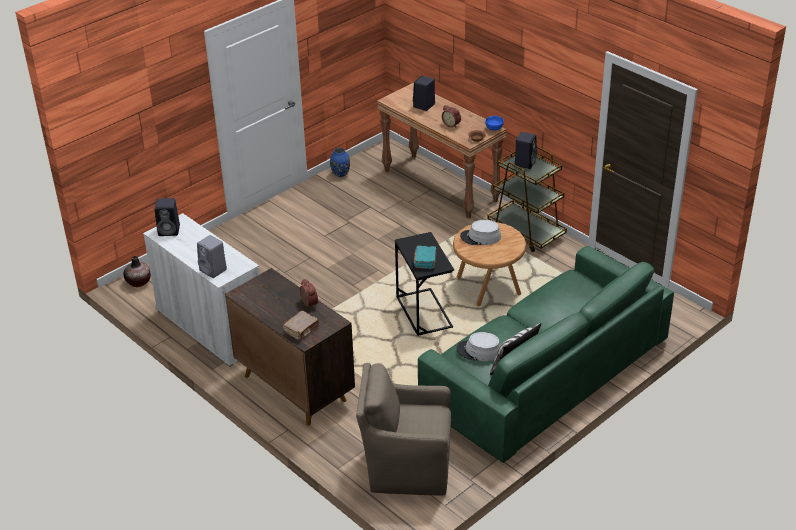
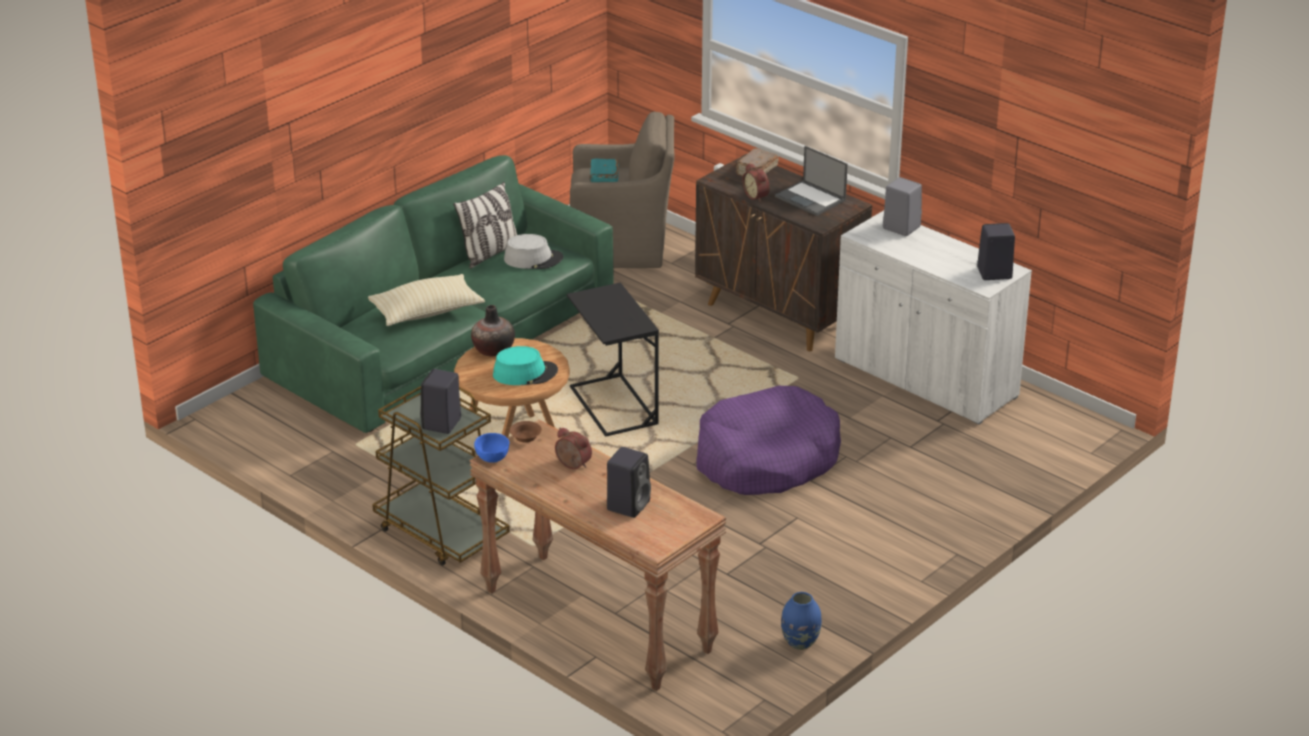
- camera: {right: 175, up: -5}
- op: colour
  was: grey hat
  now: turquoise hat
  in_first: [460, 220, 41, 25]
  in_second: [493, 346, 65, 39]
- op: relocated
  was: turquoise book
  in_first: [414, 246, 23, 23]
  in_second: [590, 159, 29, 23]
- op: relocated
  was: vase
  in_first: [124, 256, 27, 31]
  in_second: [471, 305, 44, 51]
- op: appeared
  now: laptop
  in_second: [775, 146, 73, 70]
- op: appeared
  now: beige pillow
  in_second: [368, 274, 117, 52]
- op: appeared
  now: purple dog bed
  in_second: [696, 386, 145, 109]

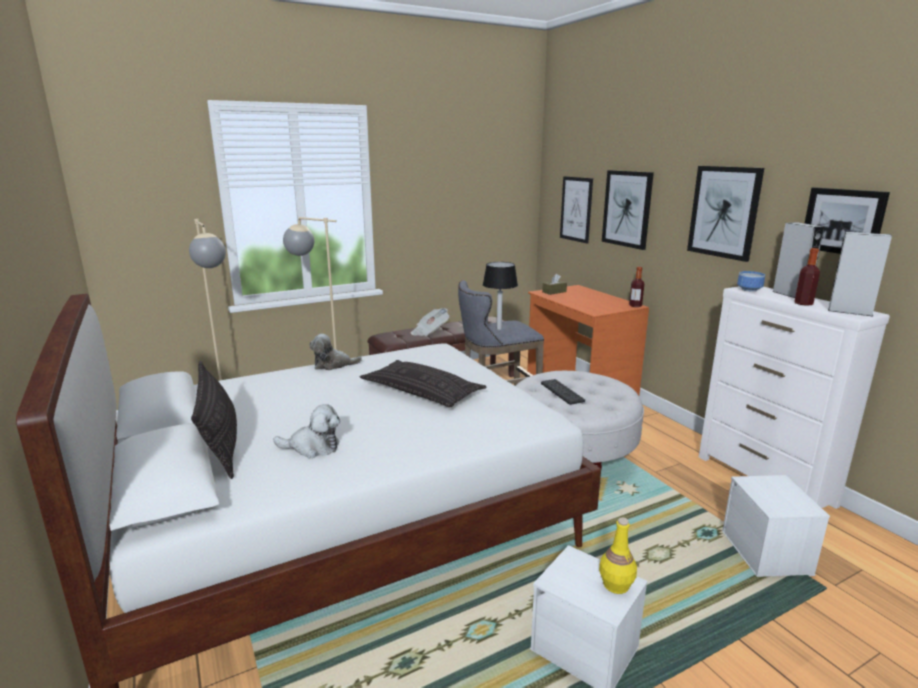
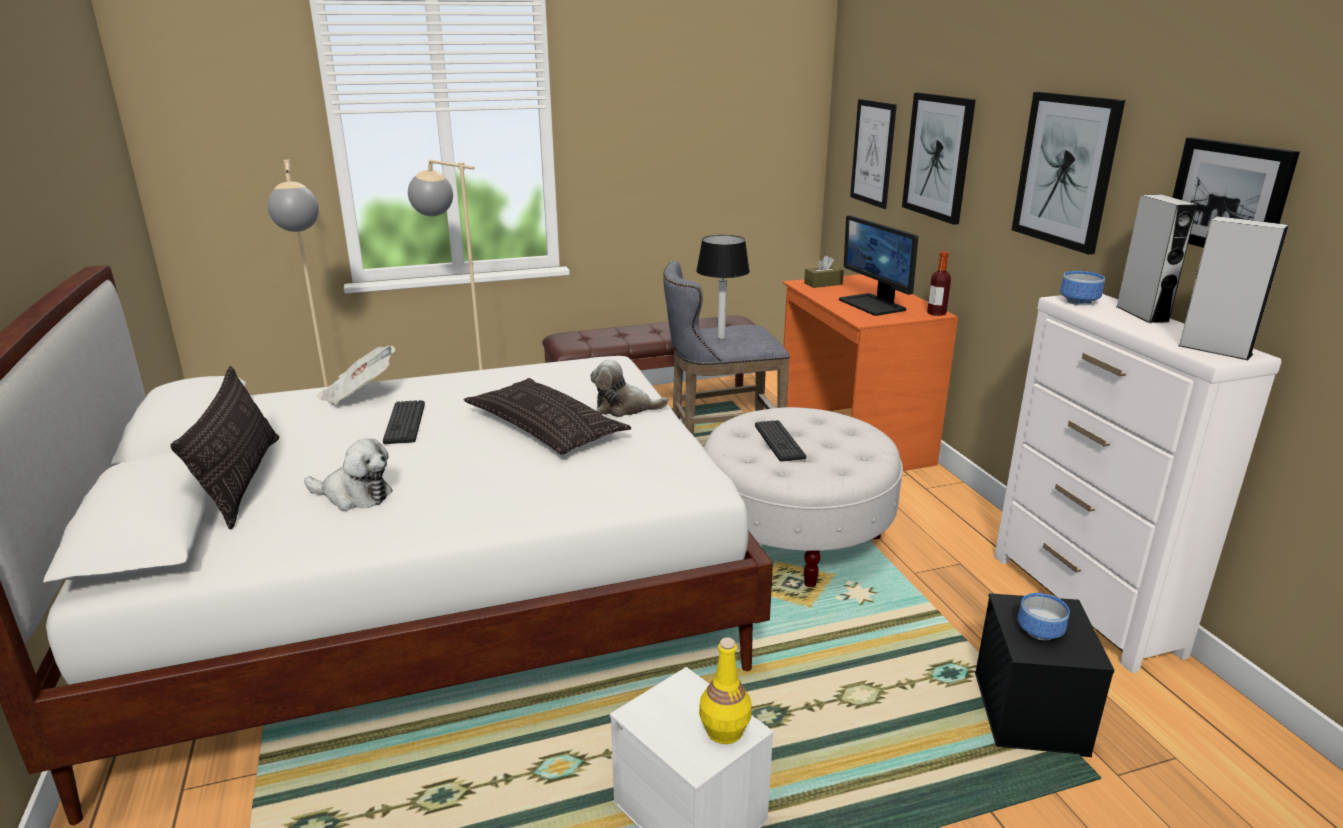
- camera: {right: 10, up: 5}
- op: missing
  was: bottle
  in_first: [794, 248, 26, 58]
- op: relocated
  was: newspaper
  in_first: [411, 308, 38, 28]
  in_second: [317, 346, 79, 59]
- op: relocated
  was: plush toy
  in_first: [310, 334, 52, 36]
  in_second: [591, 359, 78, 58]
- op: colour
  was: white storage box
  now: black storage box
  in_first: [722, 475, 108, 102]
  in_second: [975, 593, 139, 164]
- op: appeared
  now: monitor
  in_second: [839, 215, 79, 101]
- op: appeared
  now: keyboard
  in_second: [383, 400, 42, 44]
- op: appeared
  now: bowl
  in_second: [1018, 593, 52, 48]

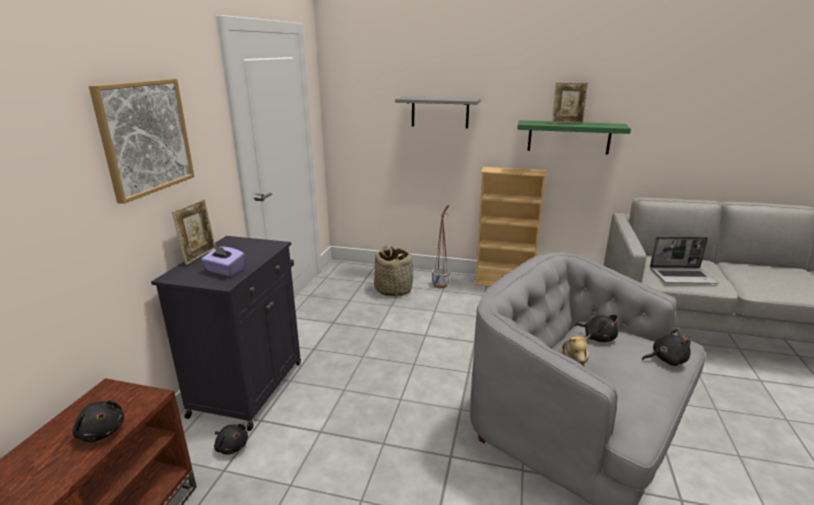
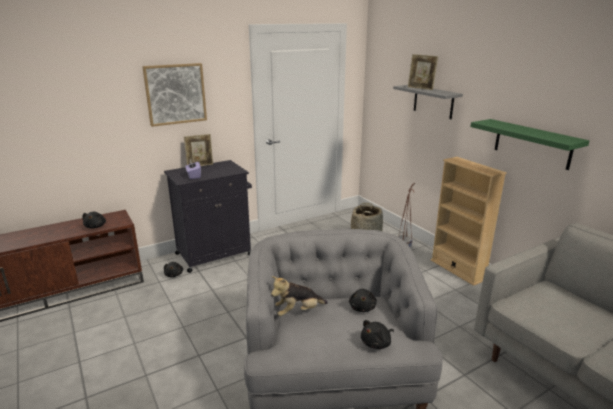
- camera: {right: 45, up: 0}
- op: relocated
  was: picture frame
  in_first: [552, 82, 36, 41]
  in_second: [408, 54, 30, 36]
- op: missing
  was: laptop
  in_first: [650, 236, 69, 48]
- op: spun
  was: black plush toy
  in_first: [642, 329, 49, 37]
  in_second: [361, 320, 33, 29]
  clockwise: 105

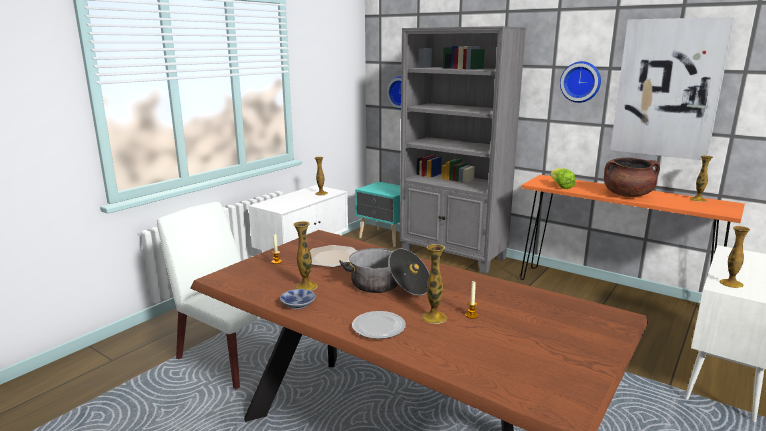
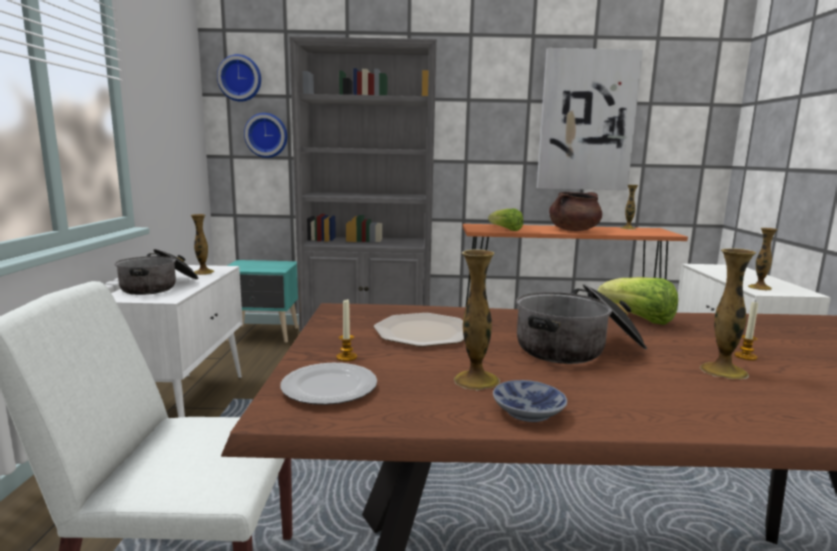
- camera: {right: -35, up: -5}
- op: relocated
  was: wall clock
  in_first: [560, 61, 41, 42]
  in_second: [217, 54, 44, 48]
- op: relocated
  was: plate
  in_first: [352, 311, 54, 28]
  in_second: [280, 363, 97, 42]
- op: appeared
  now: cooking pot
  in_second: [115, 249, 83, 46]
- op: appeared
  now: lettuce
  in_second: [597, 277, 81, 48]

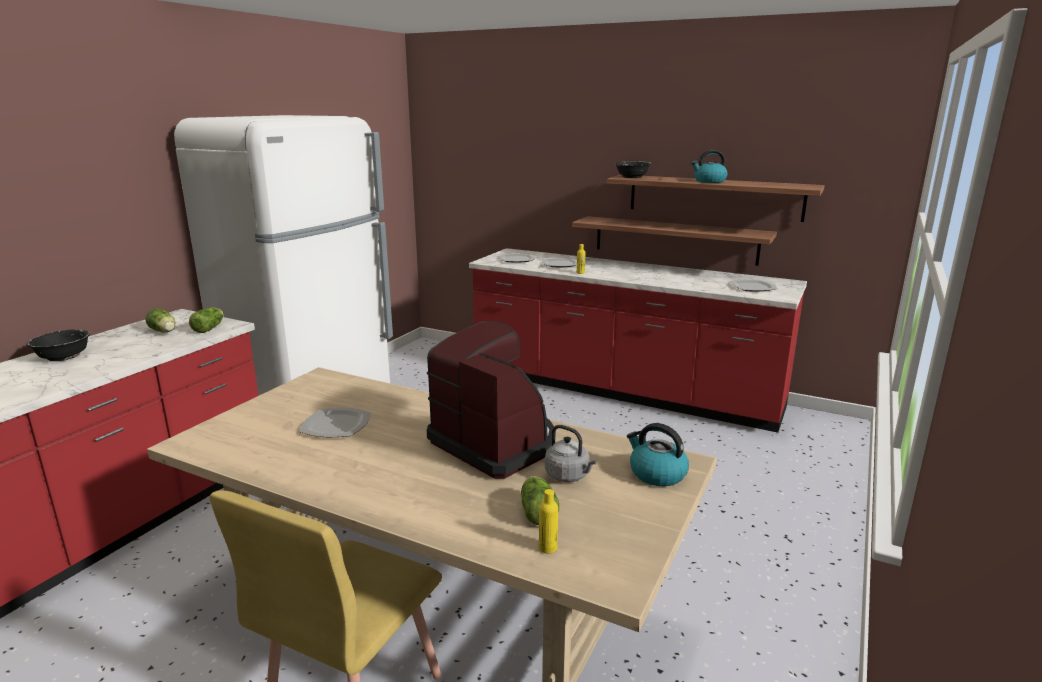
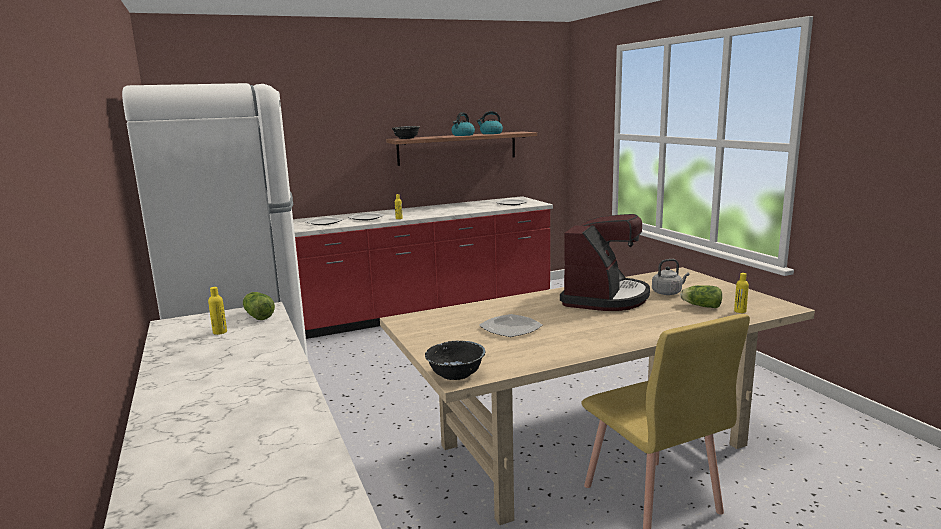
- camera: {right: -50, up: -5}
- op: missing
  was: shelf
  in_first: [572, 216, 205, 50]
- op: exchanged
  was: lettuce
  now: yellow bottle
  in_first: [145, 308, 30, 24]
  in_second: [208, 287, 19, 48]
- op: spun
  was: coffee machine
  in_first: [427, 321, 129, 158]
  in_second: [560, 214, 90, 97]
  clockwise: 120
- op: relocated
  was: black bowl
  in_first: [27, 329, 63, 32]
  in_second: [425, 340, 61, 40]
- op: relocated
  was: kettle
  in_first: [627, 423, 62, 63]
  in_second: [477, 111, 26, 23]

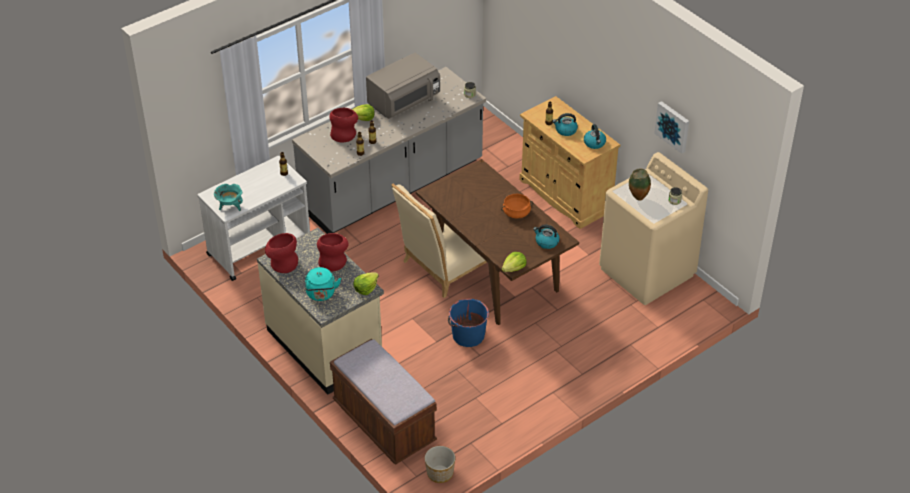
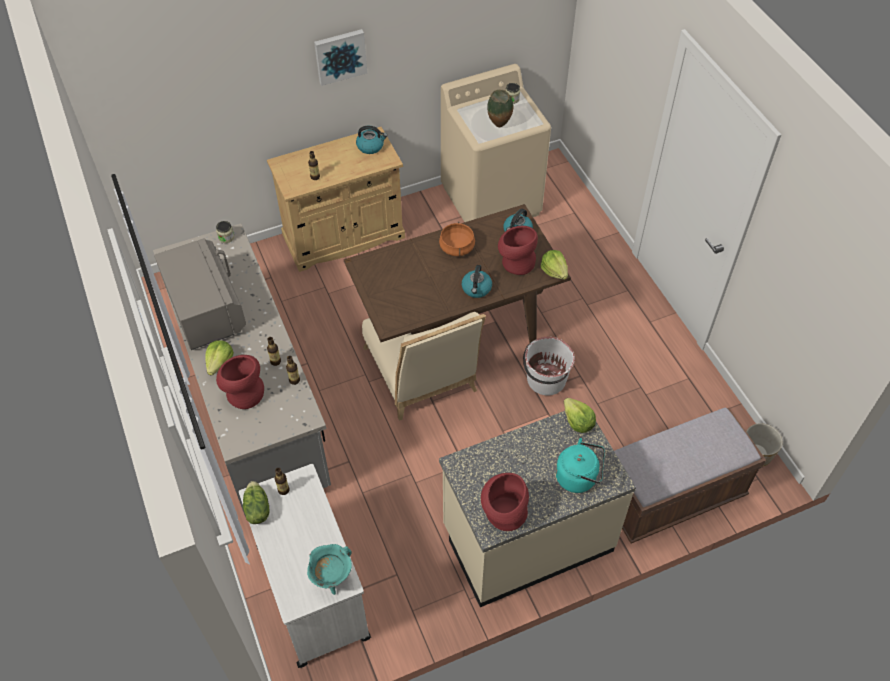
- camera: {right: -75, up: 10}
- op: relocated
  was: picture
  in_first: [654, 101, 35, 53]
  in_second: [314, 29, 53, 57]
- op: relocated
  was: kettle
  in_first: [552, 113, 26, 23]
  in_second: [462, 265, 30, 33]
- op: relocated
  was: red vase
  in_first: [317, 233, 31, 39]
  in_second: [498, 226, 40, 49]
- op: colour
  was: blue bucket
  now: white bucket
  in_first: [448, 299, 41, 48]
  in_second: [523, 337, 52, 59]
- op: appeared
  now: lettuce
  in_second: [243, 481, 27, 43]

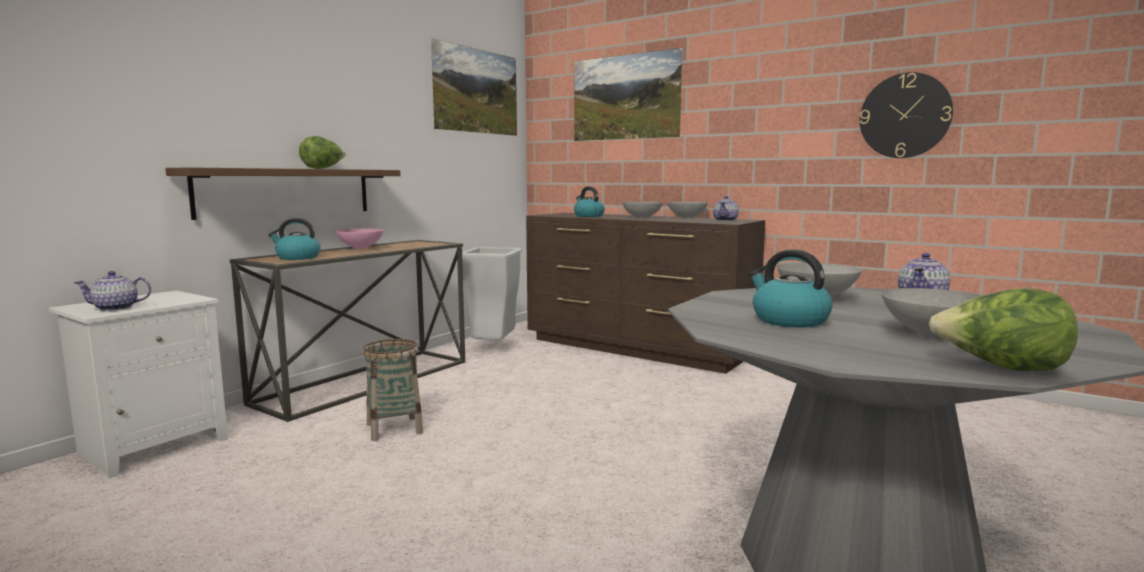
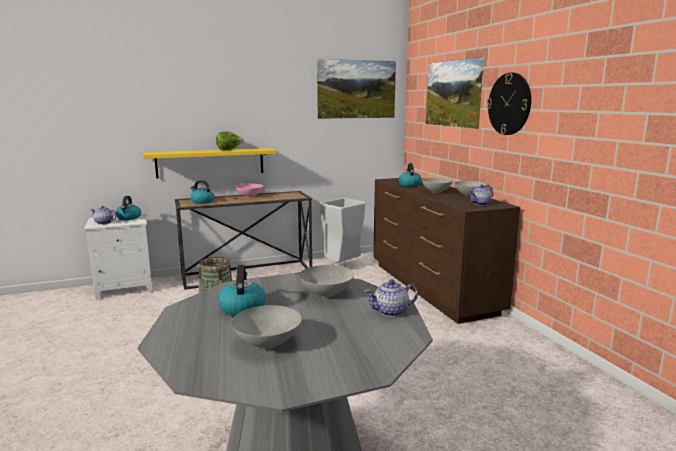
- camera: {right: 35, up: 5}
- op: relocated
  was: wall clock
  in_first: [860, 72, 93, 86]
  in_second: [487, 72, 44, 63]
- op: colour
  was: brown shelf
  now: yellow shelf
  in_first: [165, 167, 235, 53]
  in_second: [143, 148, 133, 30]
- op: missing
  was: lettuce
  in_first: [929, 288, 149, 83]
- op: appeared
  now: kettle
  in_second: [116, 196, 25, 24]

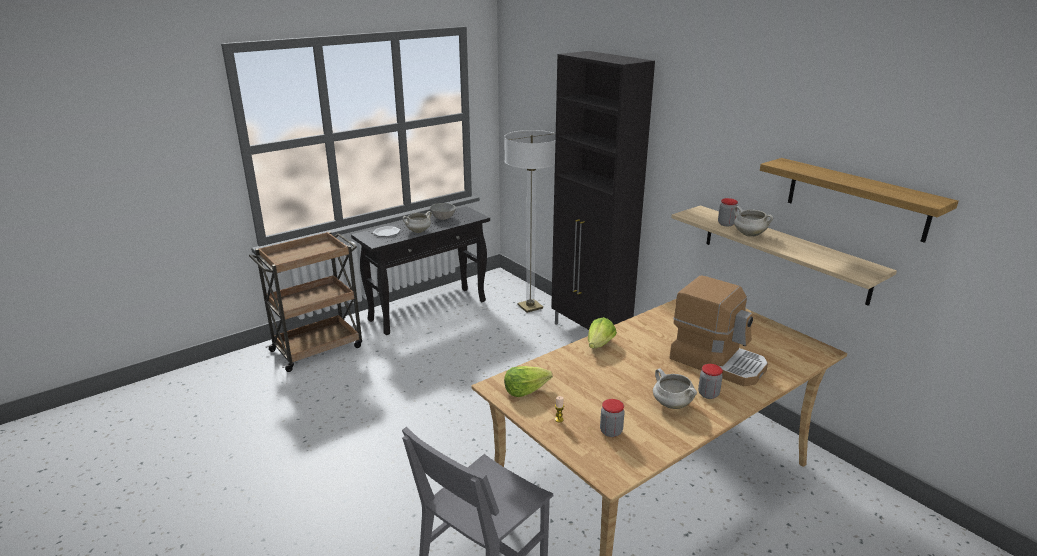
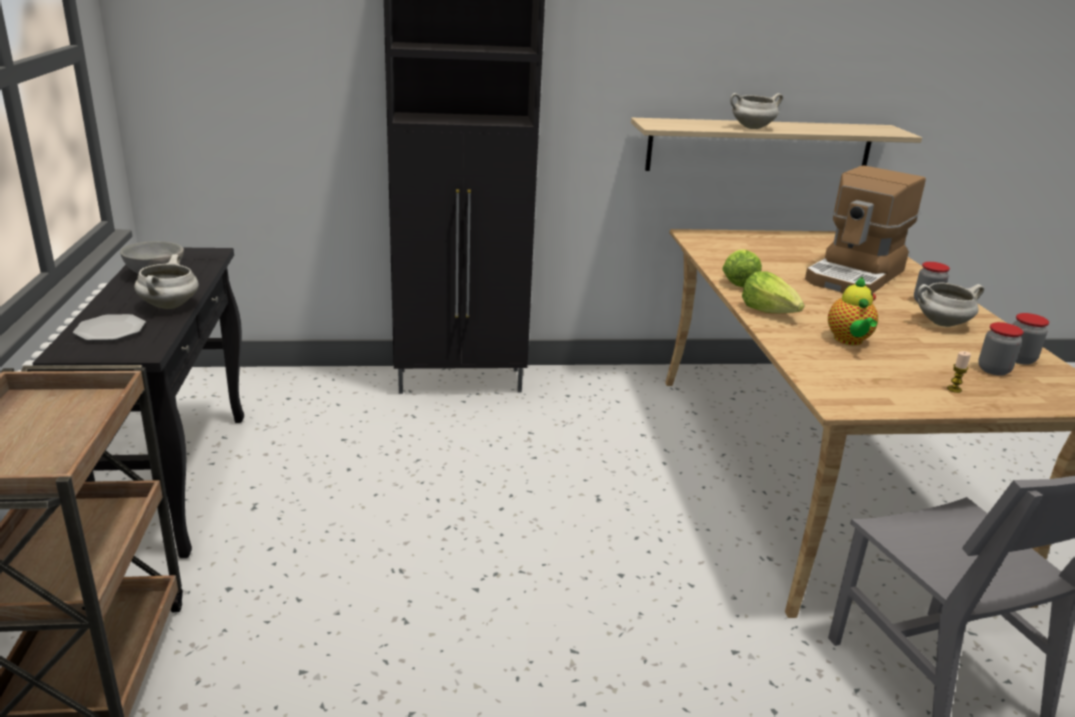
- camera: {right: -60, up: 0}
- op: missing
  was: floor lamp
  in_first: [504, 130, 52, 183]
- op: missing
  was: shelf
  in_first: [760, 158, 199, 85]
- op: relocated
  was: jar
  in_first: [718, 198, 20, 28]
  in_second: [1012, 313, 37, 52]
- op: spun
  was: coffee machine
  in_first: [670, 276, 98, 110]
  in_second: [805, 166, 121, 127]
  clockwise: 150
- op: relocated
  was: lettuce
  in_first: [504, 366, 49, 31]
  in_second: [722, 249, 40, 38]
- op: appeared
  now: teapot
  in_second: [828, 276, 50, 69]

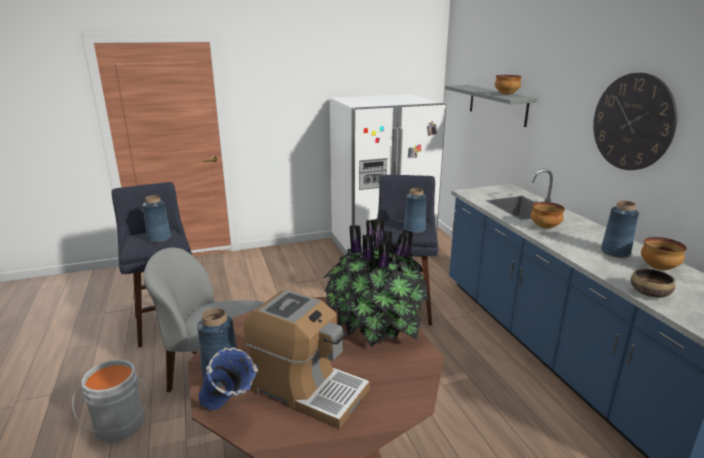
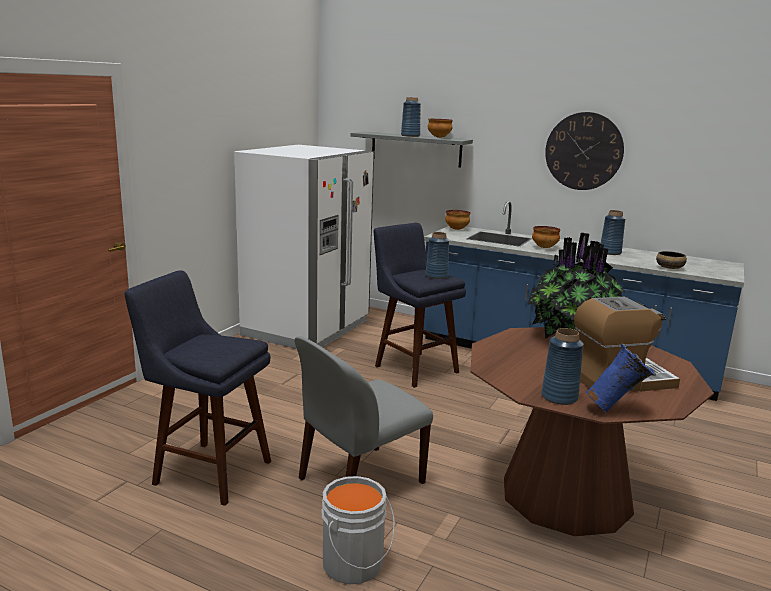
- camera: {right: -45, up: -5}
- op: relocated
  was: blue vase
  in_first: [143, 195, 28, 48]
  in_second: [401, 97, 20, 40]
- op: relocated
  was: bowl
  in_first: [641, 237, 46, 33]
  in_second: [445, 210, 25, 20]

